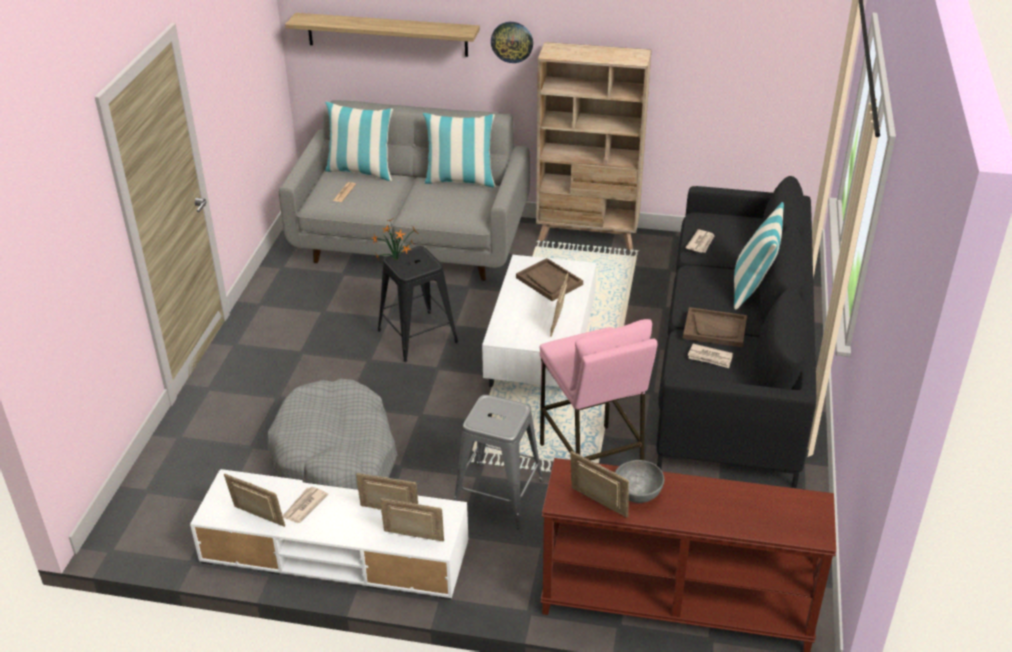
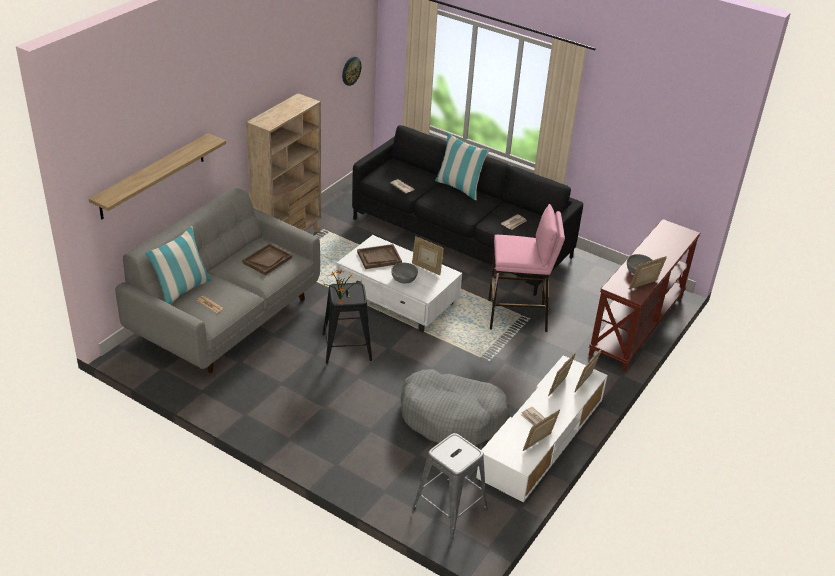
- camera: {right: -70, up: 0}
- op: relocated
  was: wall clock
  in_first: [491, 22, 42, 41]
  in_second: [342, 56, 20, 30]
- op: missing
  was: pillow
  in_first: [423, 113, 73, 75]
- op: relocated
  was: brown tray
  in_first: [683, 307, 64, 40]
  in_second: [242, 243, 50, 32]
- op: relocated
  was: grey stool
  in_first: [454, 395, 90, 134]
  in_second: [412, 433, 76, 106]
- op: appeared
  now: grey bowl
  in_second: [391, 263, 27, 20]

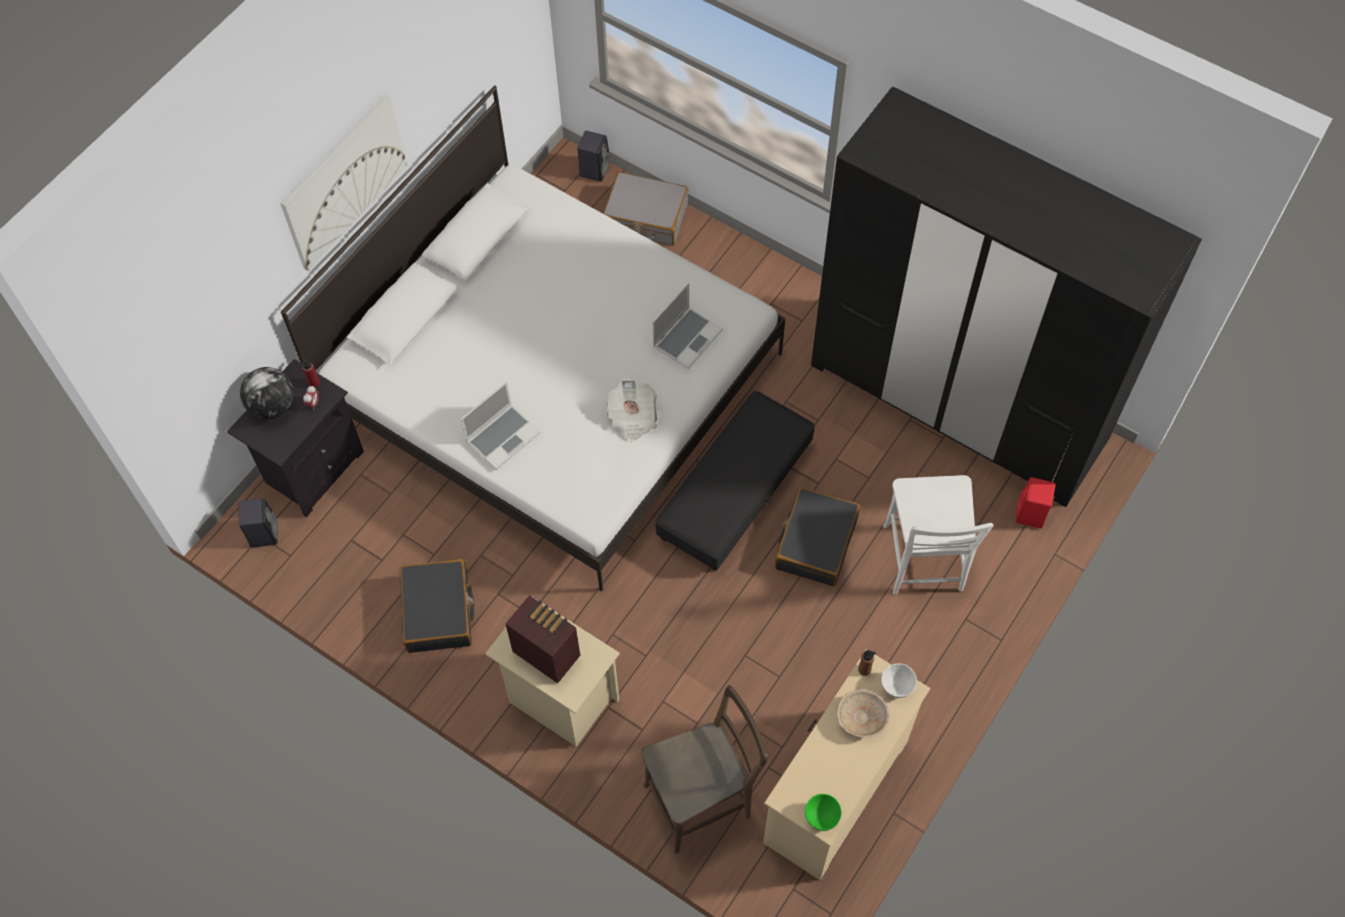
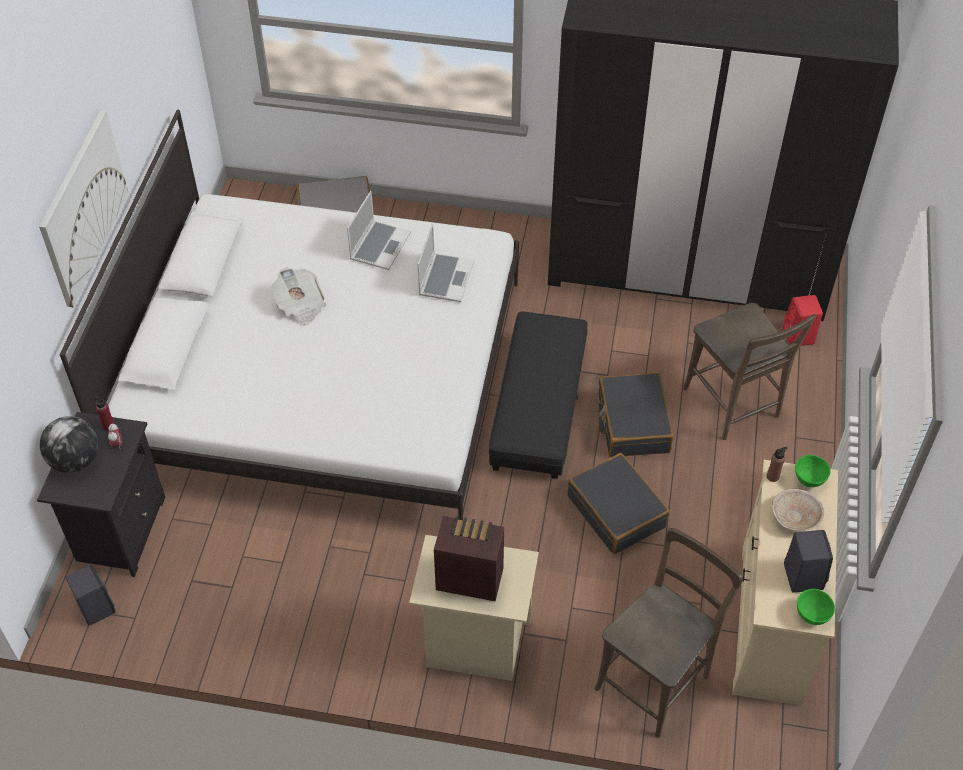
- camera: {right: -25, up: -10}
- op: relocated
  was: black speaker
  in_first: [578, 131, 32, 51]
  in_second: [784, 530, 49, 63]
- op: relocated
  was: newspaper
  in_first: [606, 378, 52, 64]
  in_second: [272, 267, 54, 58]
- op: relocated
  was: laptop
  in_first: [461, 382, 80, 88]
  in_second: [347, 191, 64, 79]
- op: colour
  was: white chair
  now: brown chair
  in_first: [883, 475, 111, 120]
  in_second: [683, 303, 133, 137]
- op: relocated
  was: black suitcase
  in_first: [400, 559, 74, 94]
  in_second: [567, 453, 103, 101]
- op: colour
  was: white bowl
  now: green bowl
  in_first: [881, 663, 36, 35]
  in_second: [795, 455, 36, 32]

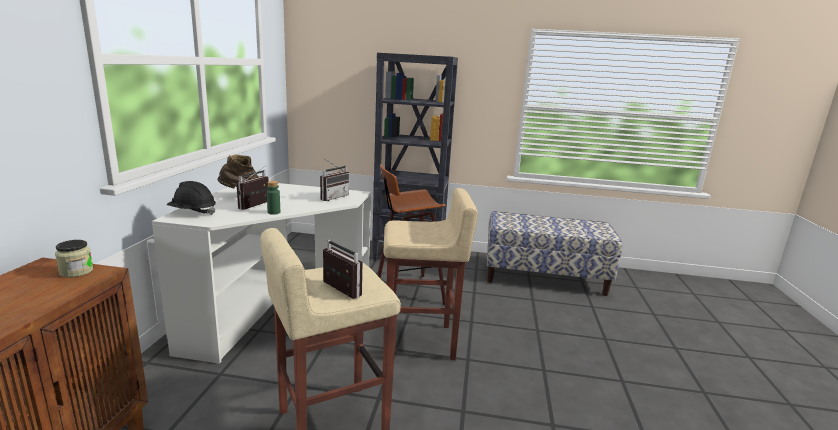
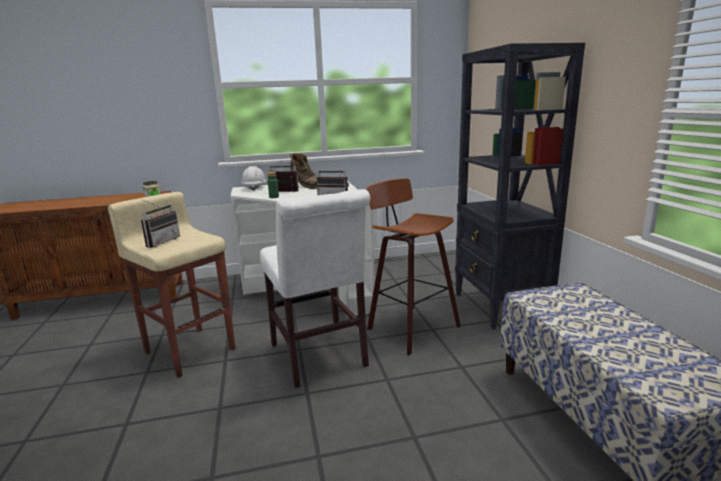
- camera: {right: 70, up: 0}
- op: colour
  was: black hard hat
  now: white hard hat
  in_first: [167, 181, 49, 34]
  in_second: [241, 166, 26, 25]
- op: exchanged
  was: beige stool
  now: white chair
  in_first: [383, 188, 95, 172]
  in_second: [260, 189, 110, 199]

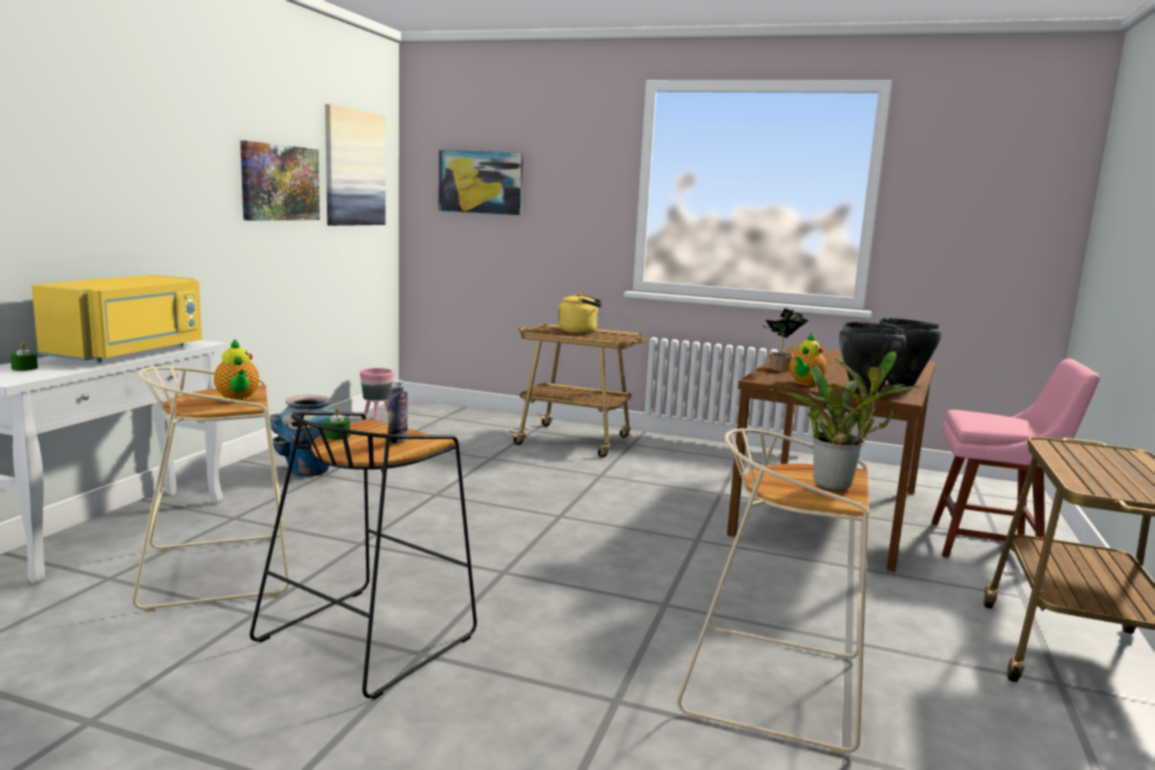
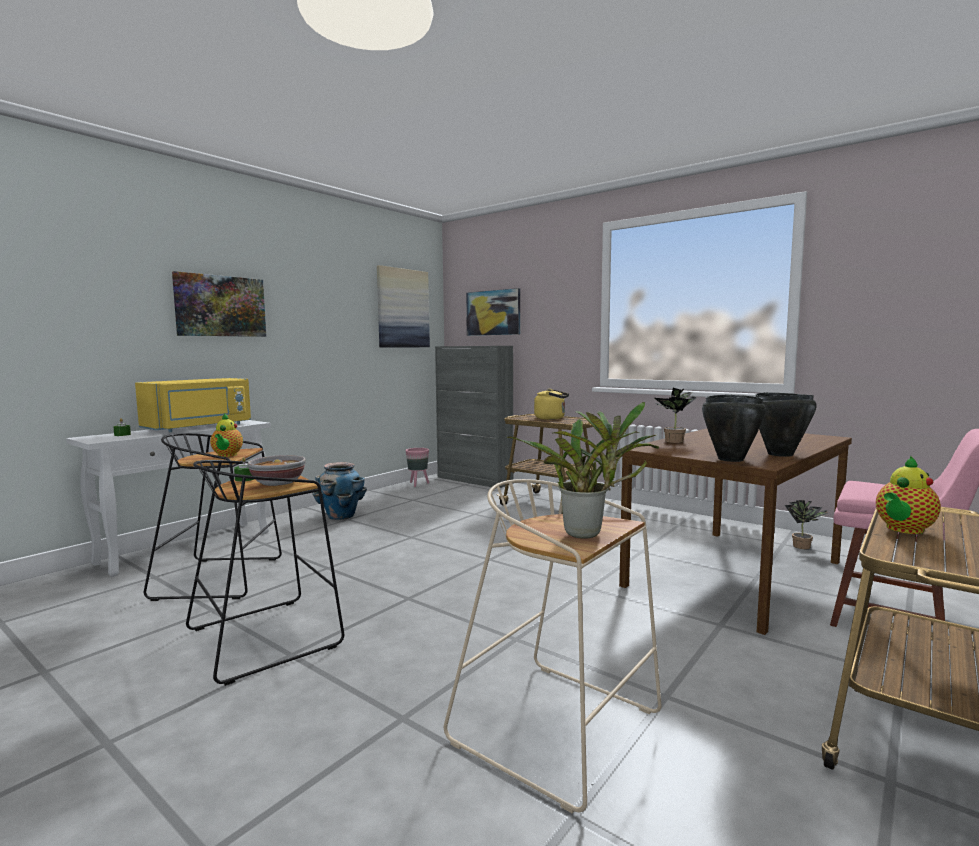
- camera: {right: 20, up: -5}
- op: relocated
  was: picture
  in_first: [240, 140, 80, 80]
  in_second: [172, 271, 94, 66]
- op: relocated
  was: teapot
  in_first: [789, 333, 38, 52]
  in_second: [876, 456, 65, 78]
- op: colour
  was: beige stool
  now: black stool
  in_first: [132, 366, 157, 246]
  in_second: [144, 433, 138, 168]
- op: exchanged
  was: bottle
  now: bowl
  in_first: [388, 380, 20, 64]
  in_second: [248, 455, 58, 31]
- op: appeared
  now: grey cabinet
  in_second: [435, 346, 78, 142]
- op: appeared
  now: potted plant
  in_second: [785, 500, 43, 49]

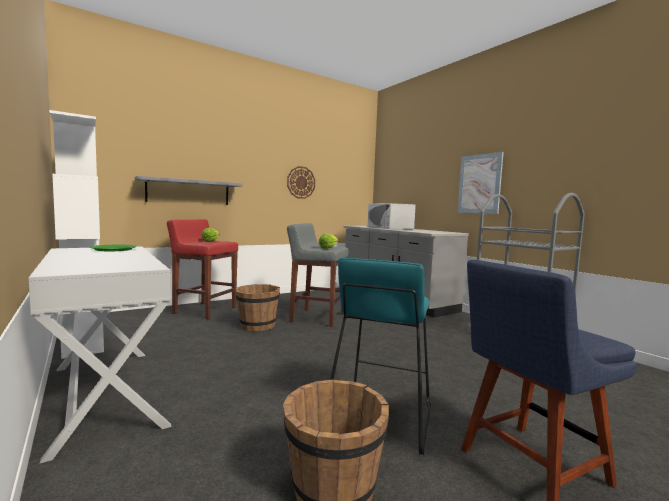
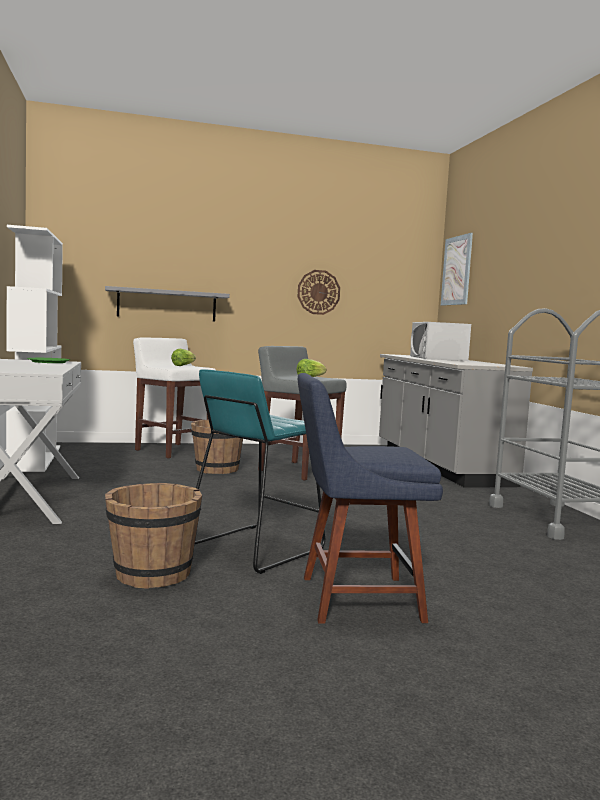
- camera: {right: 20, up: 0}
- op: relocated
  was: picture
  in_first: [458, 152, 45, 62]
  in_second: [441, 233, 32, 73]
- op: colour
  was: red stool
  now: white stool
  in_first: [167, 219, 71, 100]
  in_second: [133, 337, 83, 122]

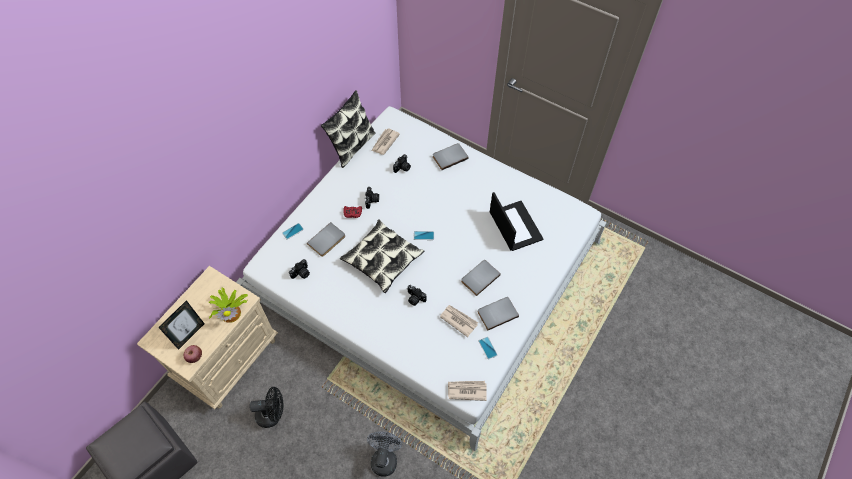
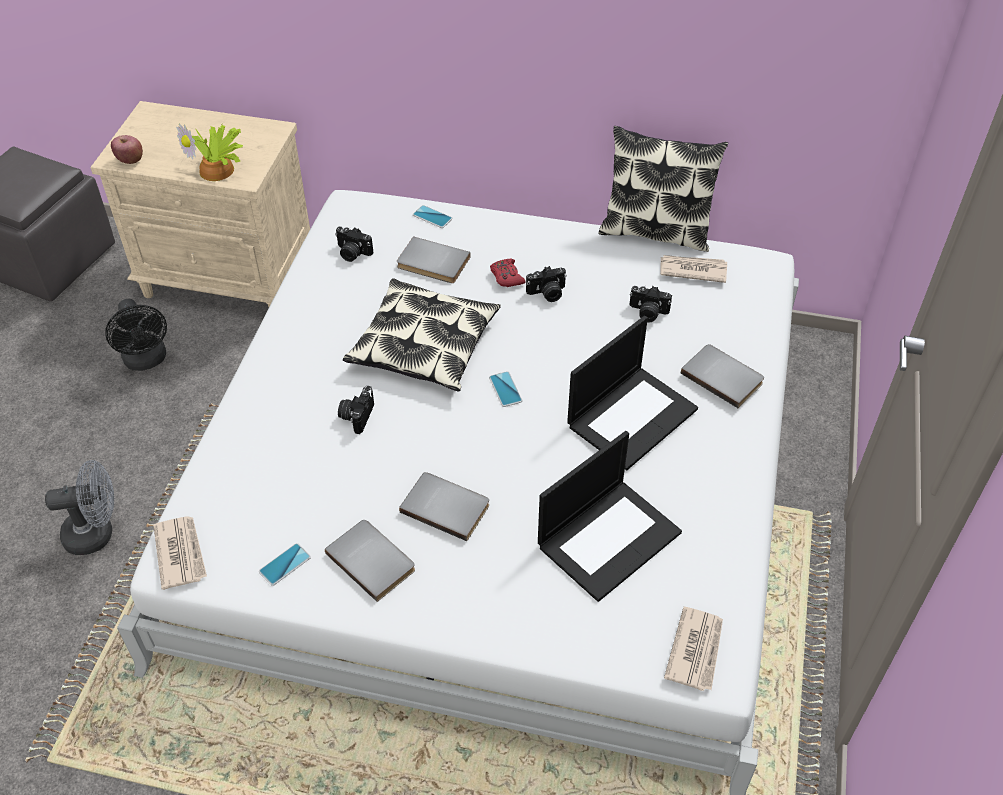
- camera: {right: 70, up: -10}
- op: missing
  was: picture frame
  in_first: [158, 300, 47, 50]
- op: relocated
  was: newspaper
  in_first: [440, 305, 38, 32]
  in_second: [664, 607, 59, 84]
- op: appeared
  now: laptop
  in_second: [567, 316, 131, 154]

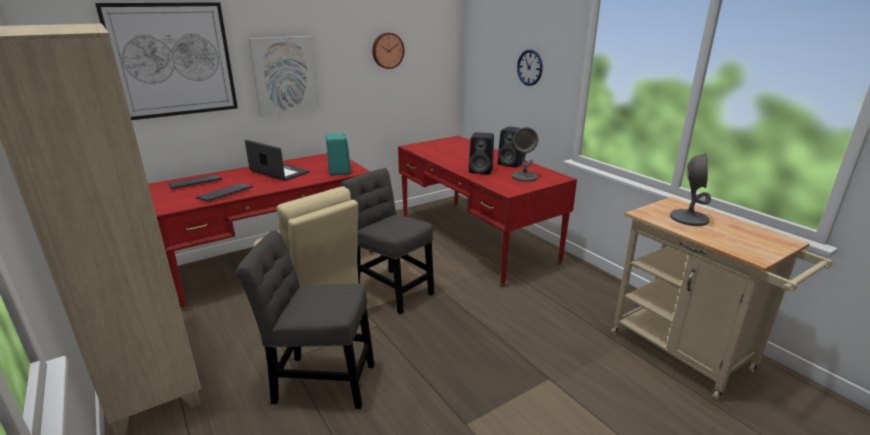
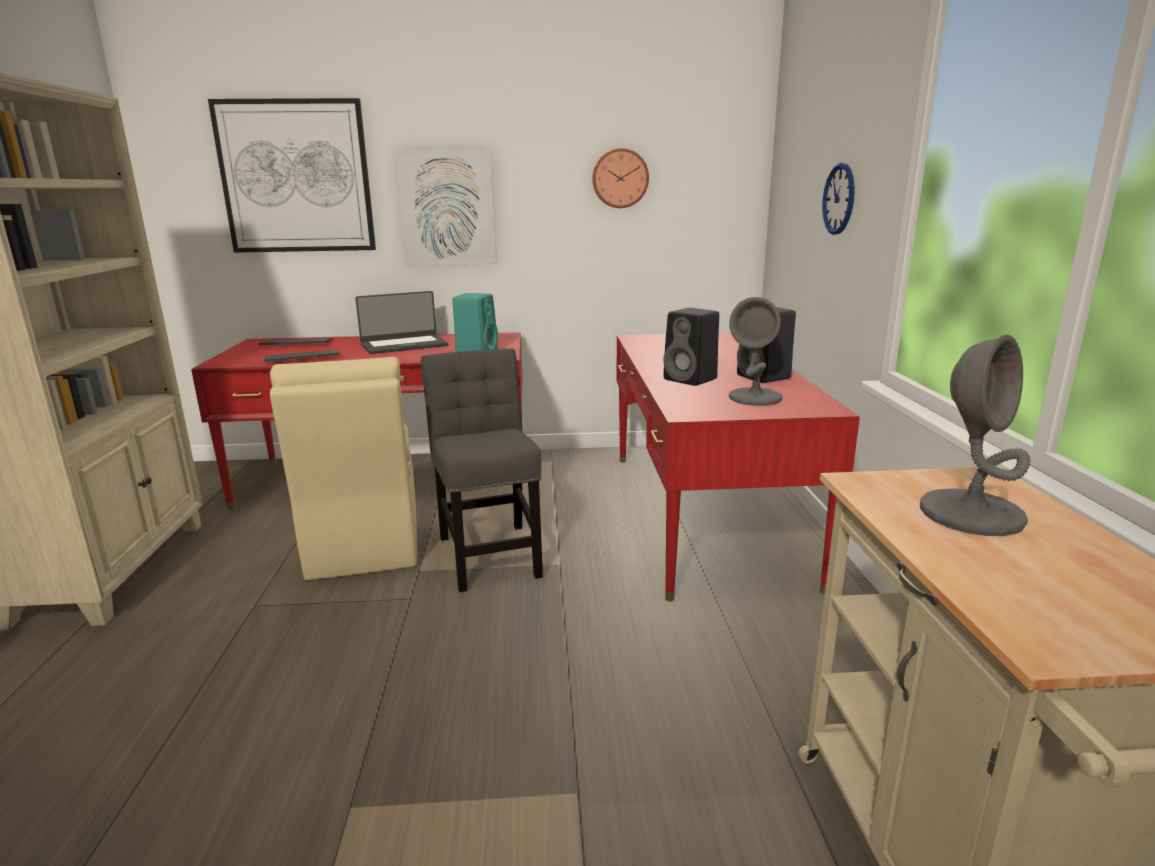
- camera: {right: 30, up: -5}
- op: spun
  was: laptop
  in_first: [245, 140, 64, 41]
  in_second: [355, 291, 93, 63]
  clockwise: 90
- op: missing
  was: grey chair
  in_first: [236, 230, 139, 179]

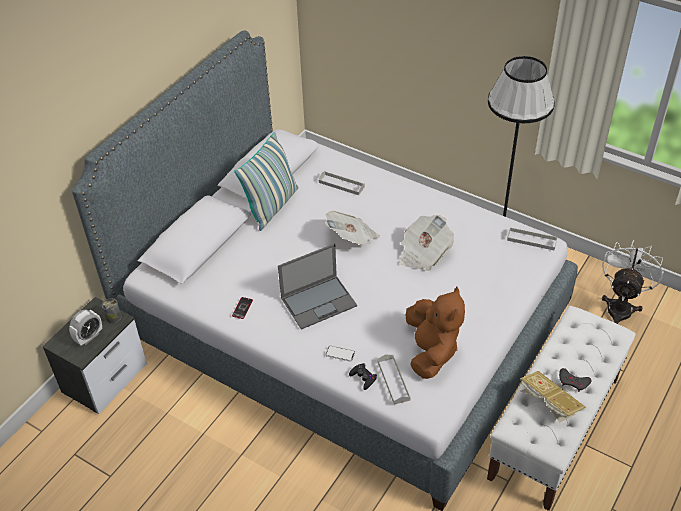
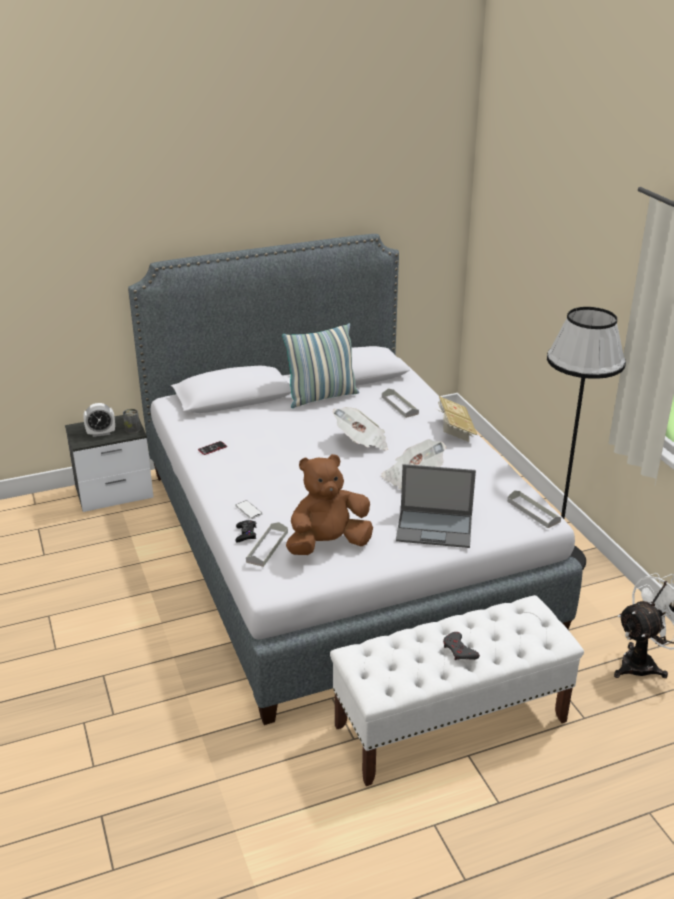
- camera: {right: 35, up: -15}
- op: relocated
  was: laptop
  in_first: [278, 243, 79, 87]
  in_second: [396, 464, 80, 84]
- op: spun
  was: brown plush toy
  in_first: [405, 287, 60, 92]
  in_second: [286, 454, 87, 101]
  clockwise: -150
- op: relocated
  was: book
  in_first: [520, 371, 66, 52]
  in_second: [437, 396, 40, 46]

